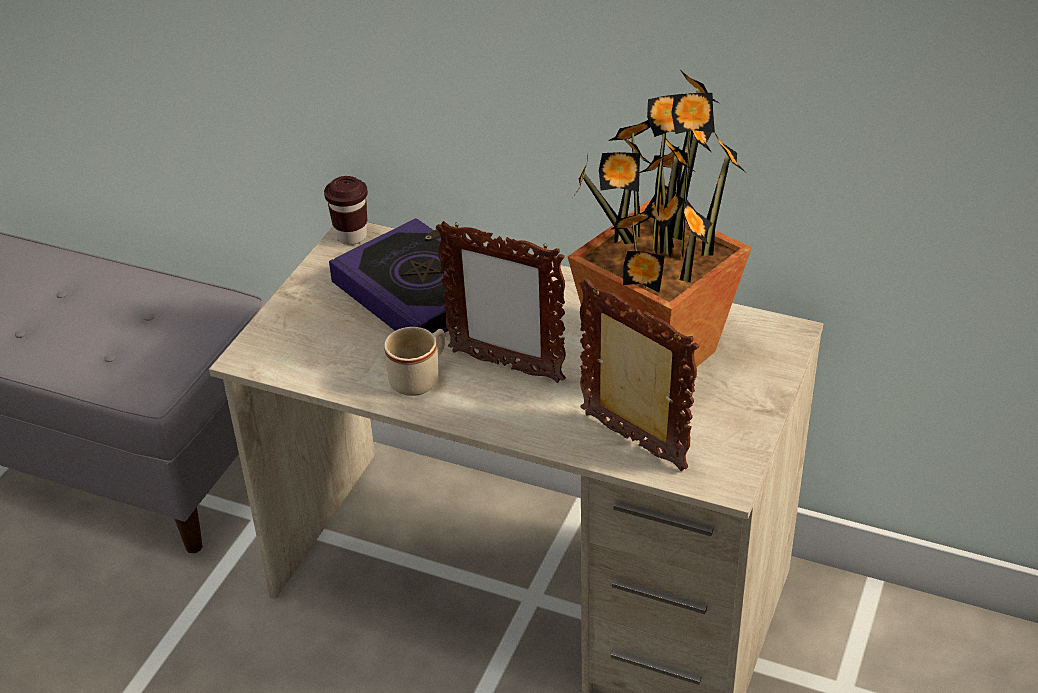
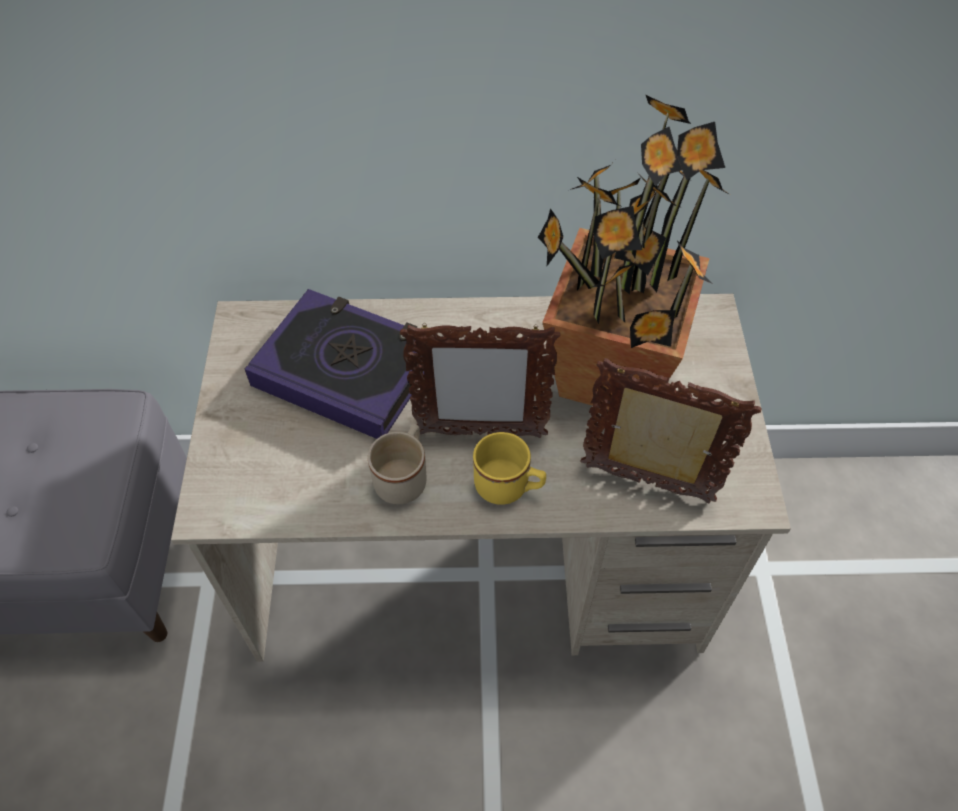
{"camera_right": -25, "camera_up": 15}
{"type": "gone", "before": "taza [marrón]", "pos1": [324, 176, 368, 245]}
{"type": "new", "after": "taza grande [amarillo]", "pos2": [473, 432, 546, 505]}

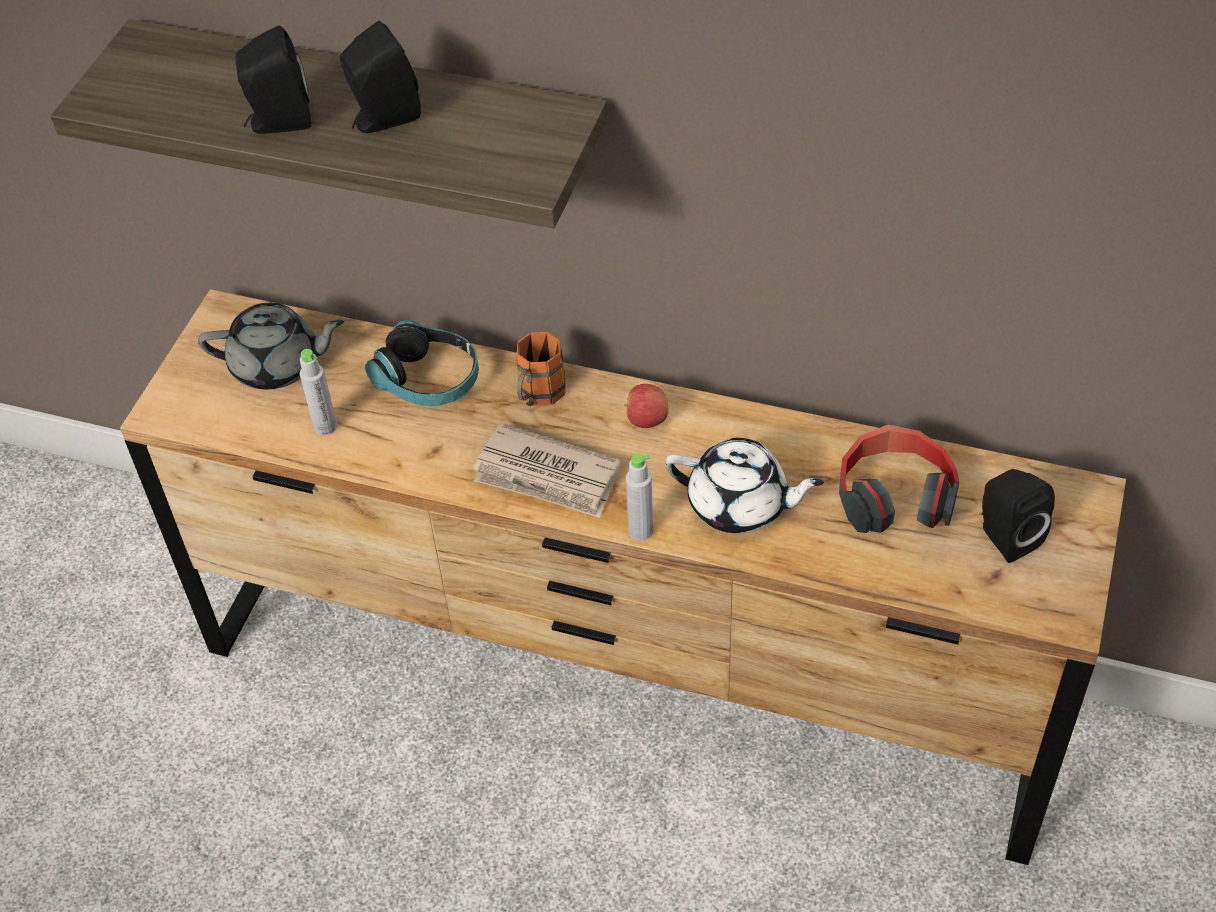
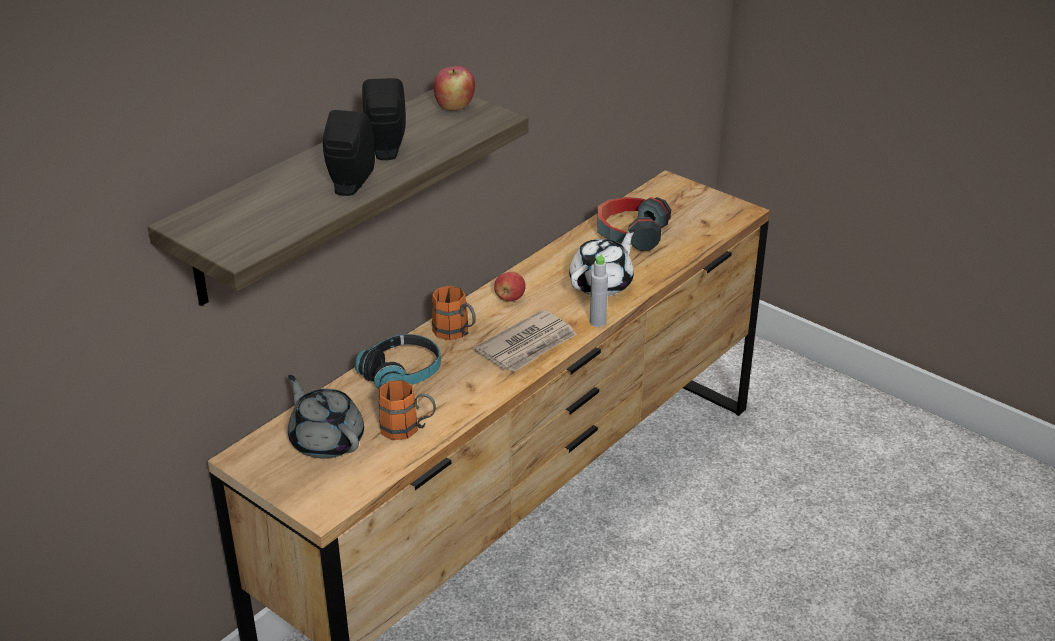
{"camera_right": -70, "camera_up": -15}
{"type": "gone", "before": "altavoz [negro]", "pos1": [982, 469, 1055, 563]}
{"type": "new", "after": "manzana", "pos2": [434, 66, 475, 111]}
{"type": "swapped", "before": "botella [gris]", "after": "taza grande [naranja]", "pos1": [300, 349, 337, 435], "pos2": [378, 380, 436, 440]}
{"type": "rotated", "before": "tetera [gris]", "pos1": [198, 303, 344, 389], "pos2": [288, 375, 364, 459], "turn": -60}

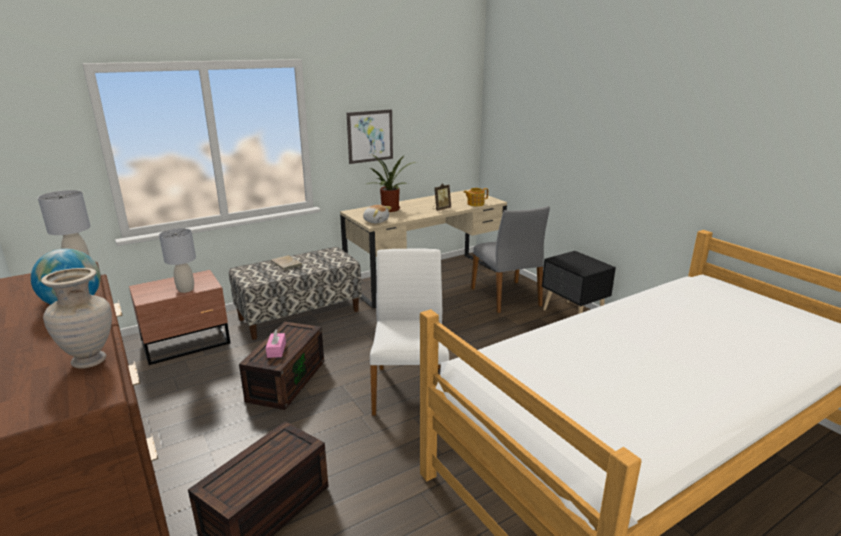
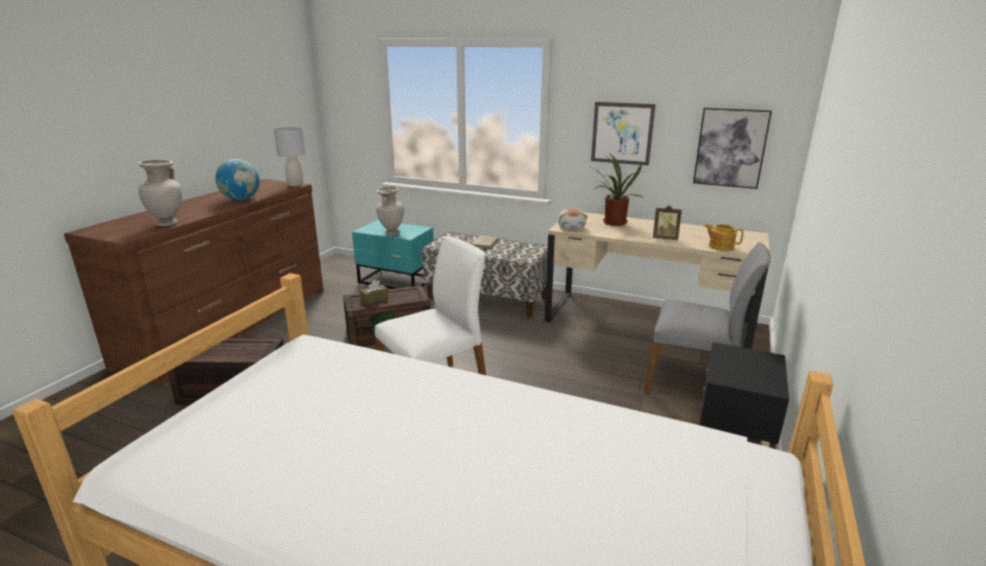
{"camera_right": 55, "camera_up": 0}
{"type": "new", "after": "cuadro", "pos2": [693, 108, 772, 189]}
{"type": "swapped", "before": "lámpara de mesa [gris]", "after": "florero [beis]", "pos1": [159, 228, 196, 293], "pos2": [376, 187, 404, 235]}
{"type": "repainted", "before": "mesita de noche [marrón]", "after": "mesita de noche [turquesa]", "pos1": [129, 270, 230, 365], "pos2": [352, 220, 434, 289]}
{"type": "repainted", "before": "caja de pañuelos [rosa]", "after": "caja de pañuelos [marrón]", "pos1": [266, 329, 286, 358], "pos2": [360, 280, 389, 304]}
{"type": "rotated", "before": "silla [gris]", "pos1": [471, 206, 550, 313], "pos2": [644, 242, 771, 394], "turn": -105}

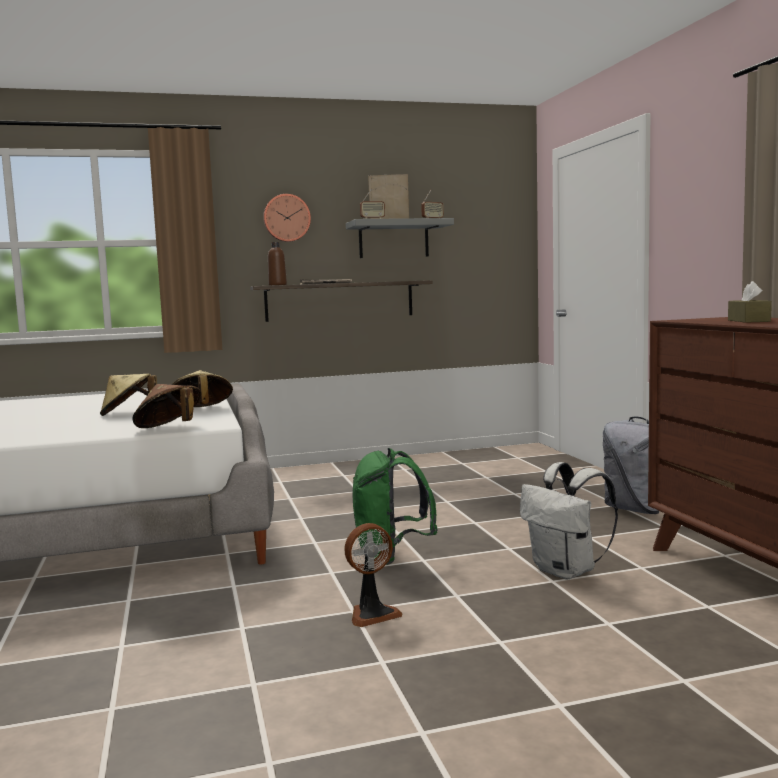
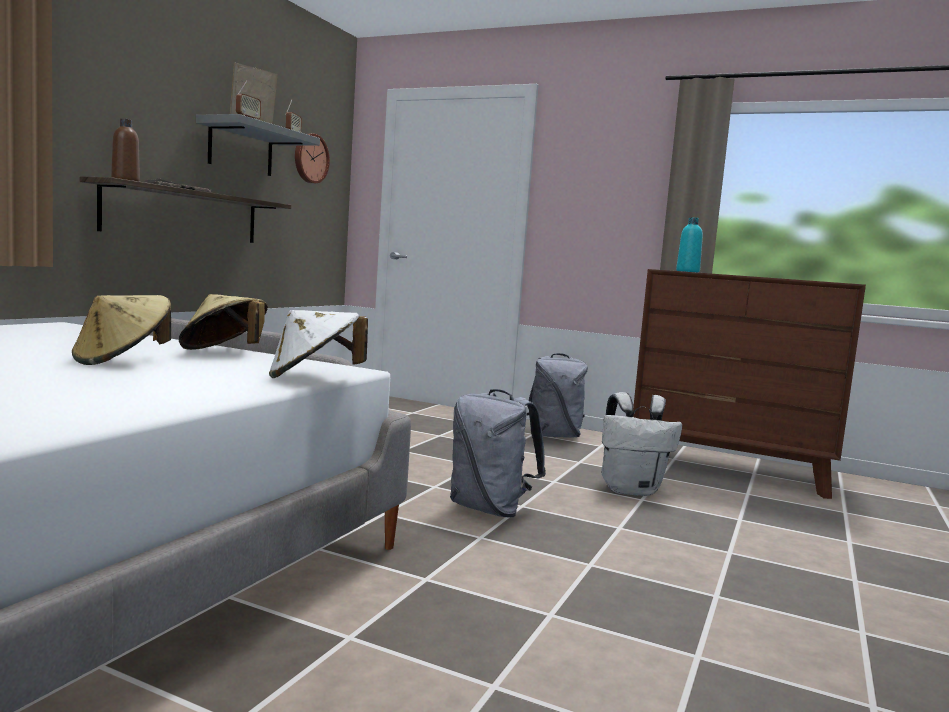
{"camera_right": -50, "camera_up": 0}
{"type": "gone", "before": "ventilador", "pos1": [344, 523, 403, 627]}
{"type": "gone", "before": "caja de pañuelos [marrón]", "pos1": [728, 281, 772, 323]}
{"type": "new", "after": "botella [turquesa]", "pos2": [676, 217, 703, 272]}
{"type": "shifted", "before": "reloj de pared", "pos1": [263, 194, 311, 242], "pos2": [295, 134, 330, 183]}
{"type": "repainted", "before": "sombrero [marrón]", "after": "sombrero [blanco]", "pos1": [132, 384, 201, 428], "pos2": [269, 310, 368, 378]}
{"type": "repainted", "before": "mochila [verde]", "after": "mochila [gris]", "pos1": [353, 448, 438, 565], "pos2": [450, 389, 546, 518]}

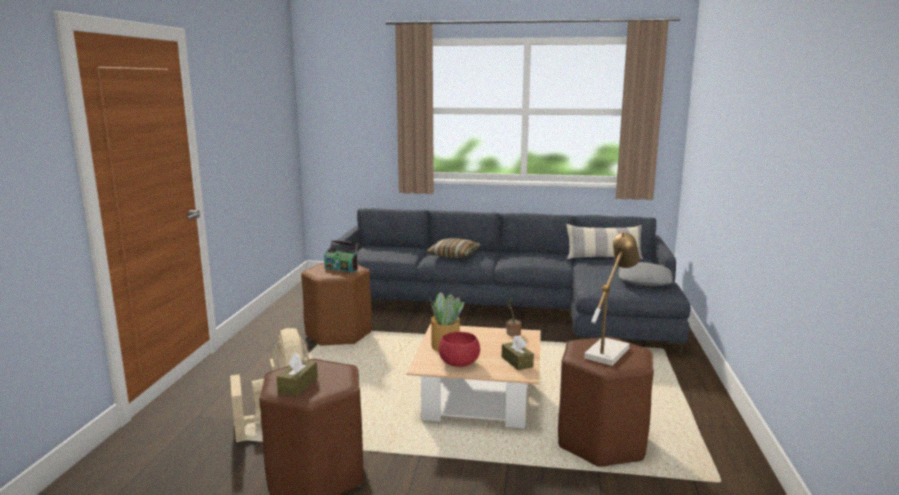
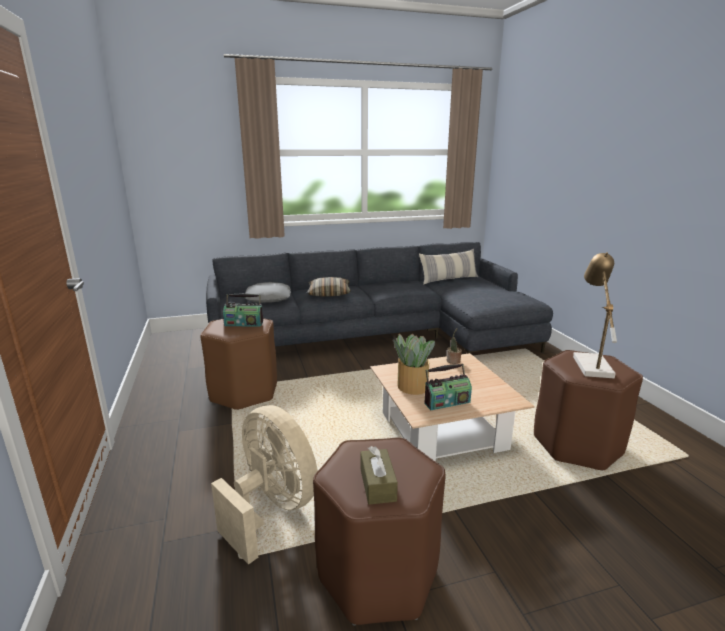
{"camera_right": -25, "camera_up": 5}
{"type": "gone", "before": "caja de pañuelos [marrón]", "pos1": [502, 336, 534, 370]}
{"type": "shifted", "before": "cojín [gris]", "pos1": [618, 262, 673, 286], "pos2": [244, 282, 291, 303]}
{"type": "swapped", "before": "cuenco [rojo]", "after": "radio", "pos1": [439, 332, 480, 367], "pos2": [425, 364, 472, 410]}

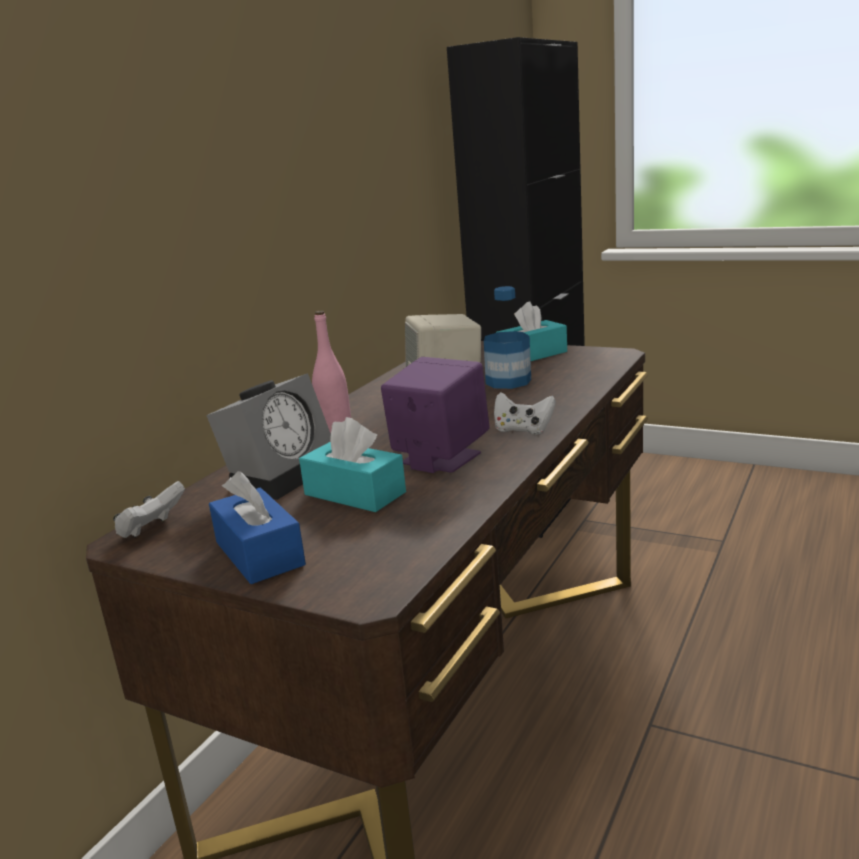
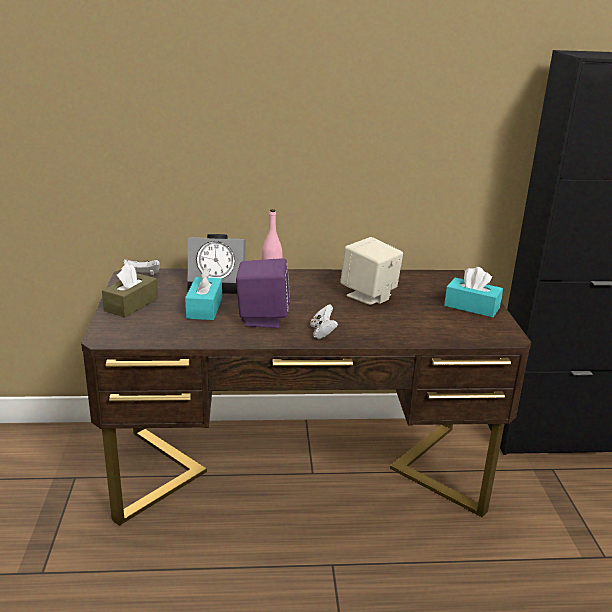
{"camera_right": 55, "camera_up": 5}
{"type": "gone", "before": "botella", "pos1": [484, 286, 531, 389]}
{"type": "repainted", "before": "caja de pañuelos [azul]", "after": "caja de pañuelos [marrón]", "pos1": [209, 471, 306, 584], "pos2": [102, 263, 158, 317]}

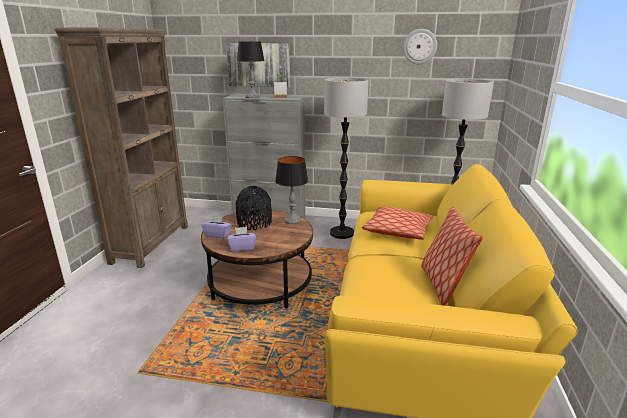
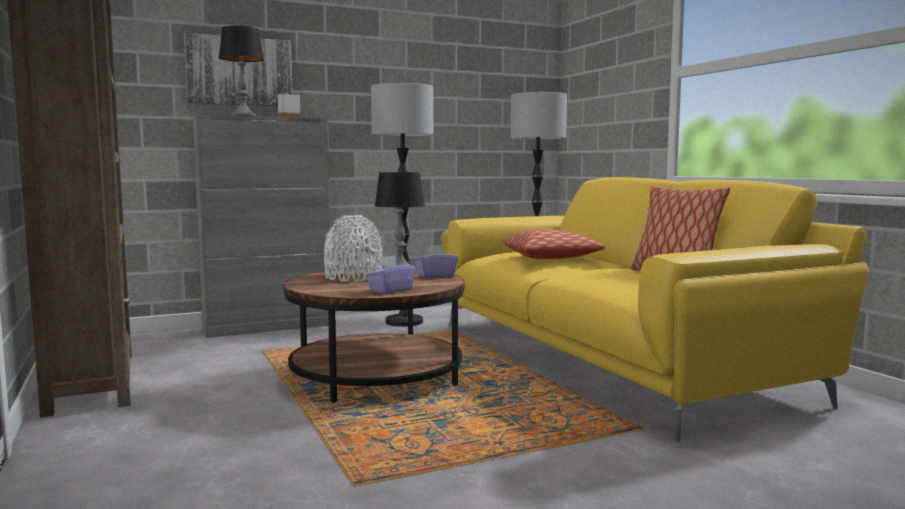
{"camera_right": -35, "camera_up": -15}
{"type": "gone", "before": "reloj de pared", "pos1": [403, 29, 437, 64]}
{"type": "shifted", "before": "caja de pañuelos [morado]", "pos1": [201, 215, 232, 239], "pos2": [414, 245, 458, 278]}
{"type": "repainted", "before": "florero [negro]", "after": "florero [blanco]", "pos1": [236, 186, 272, 230], "pos2": [324, 215, 382, 282]}

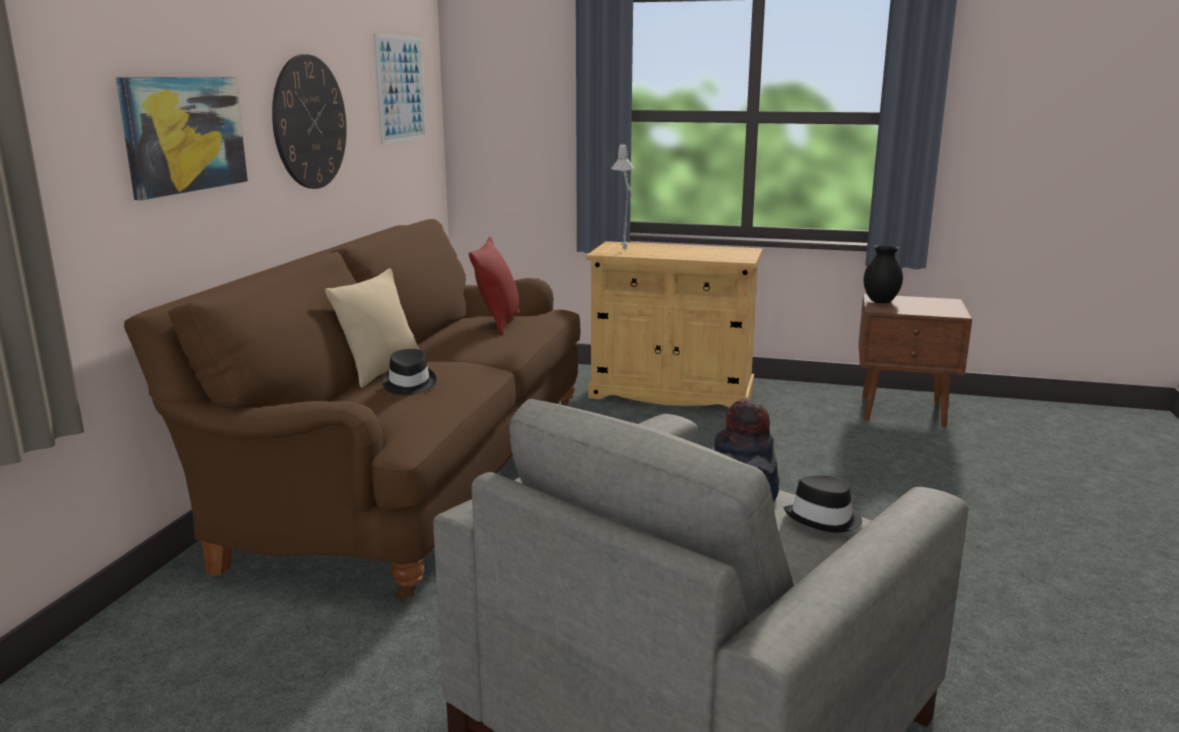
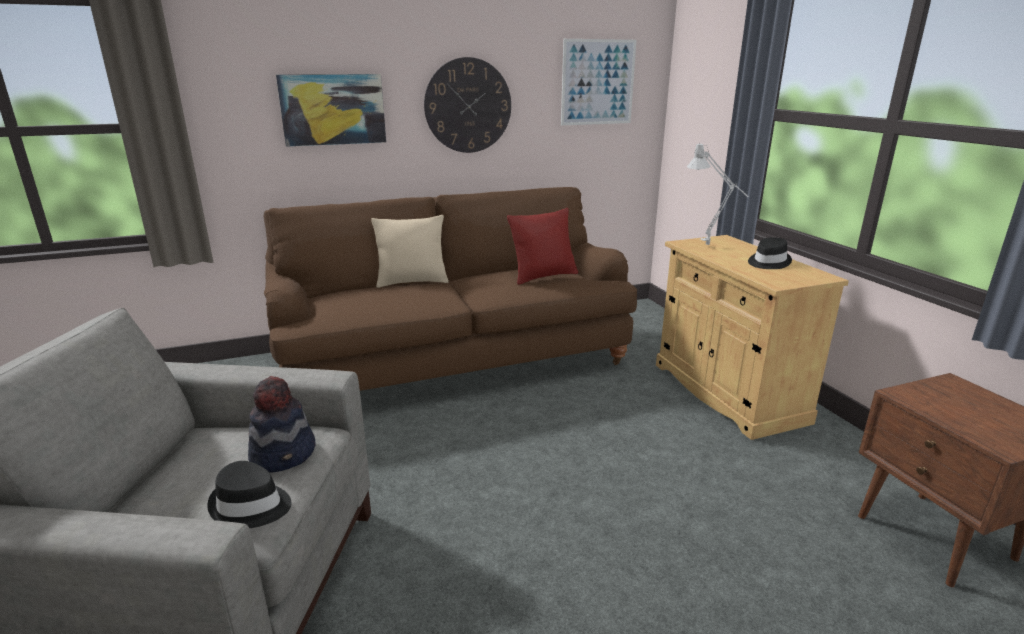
{"camera_right": 55, "camera_up": 5}
{"type": "gone", "before": "florero [negro]", "pos1": [864, 245, 903, 303]}
{"type": "shifted", "before": "sombrero [negro]", "pos1": [382, 349, 436, 395], "pos2": [748, 237, 792, 269]}

